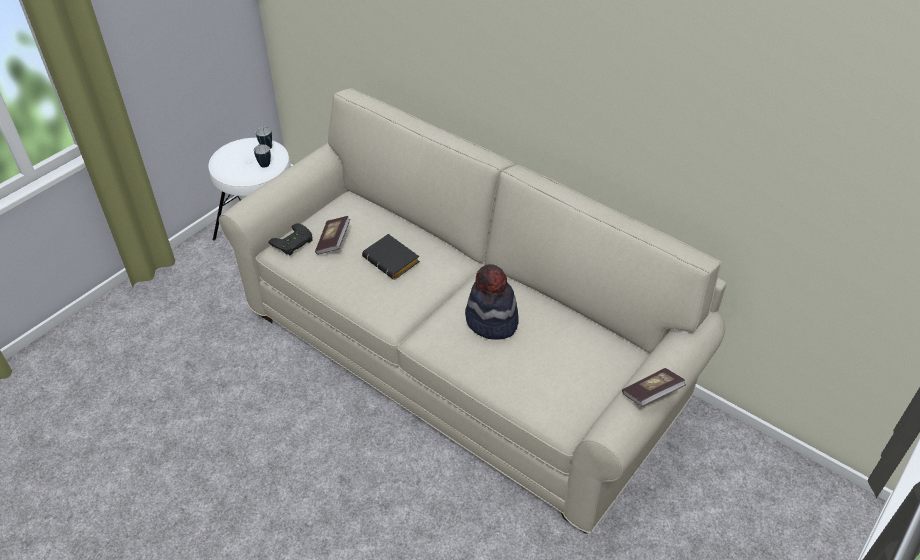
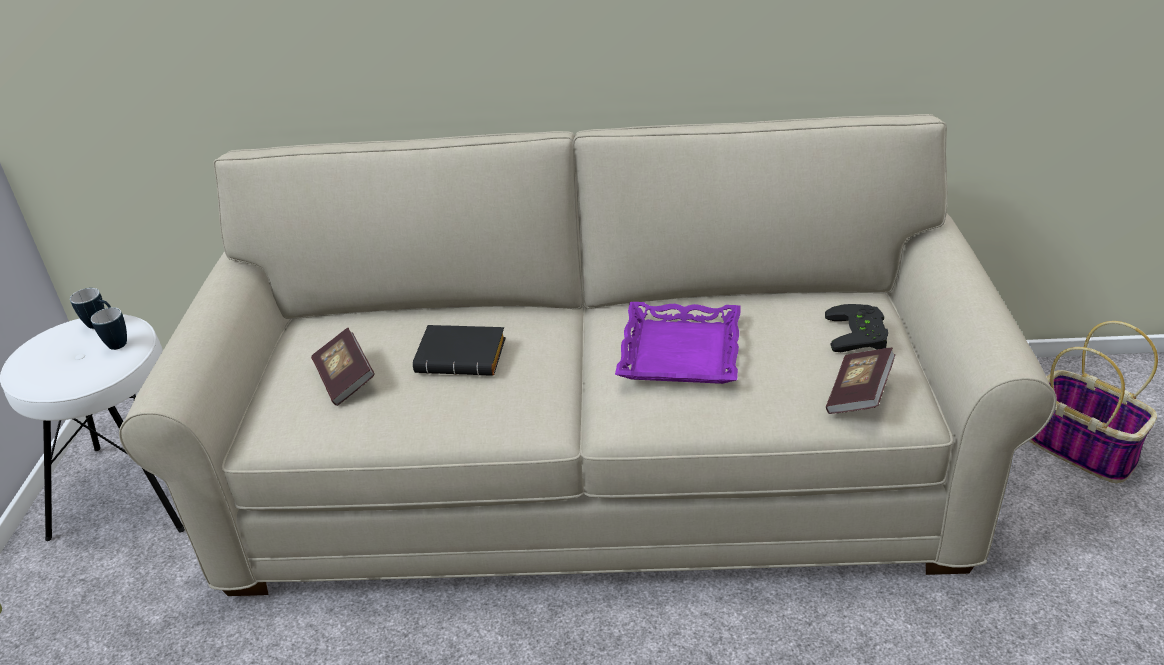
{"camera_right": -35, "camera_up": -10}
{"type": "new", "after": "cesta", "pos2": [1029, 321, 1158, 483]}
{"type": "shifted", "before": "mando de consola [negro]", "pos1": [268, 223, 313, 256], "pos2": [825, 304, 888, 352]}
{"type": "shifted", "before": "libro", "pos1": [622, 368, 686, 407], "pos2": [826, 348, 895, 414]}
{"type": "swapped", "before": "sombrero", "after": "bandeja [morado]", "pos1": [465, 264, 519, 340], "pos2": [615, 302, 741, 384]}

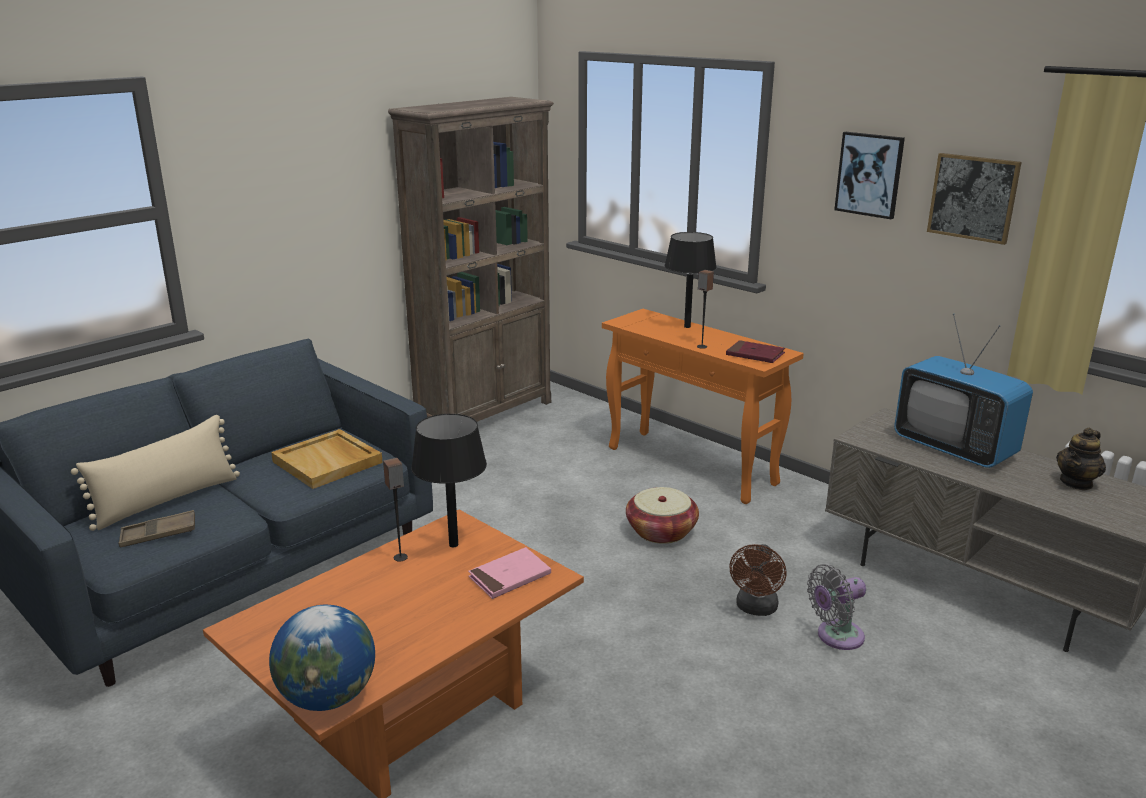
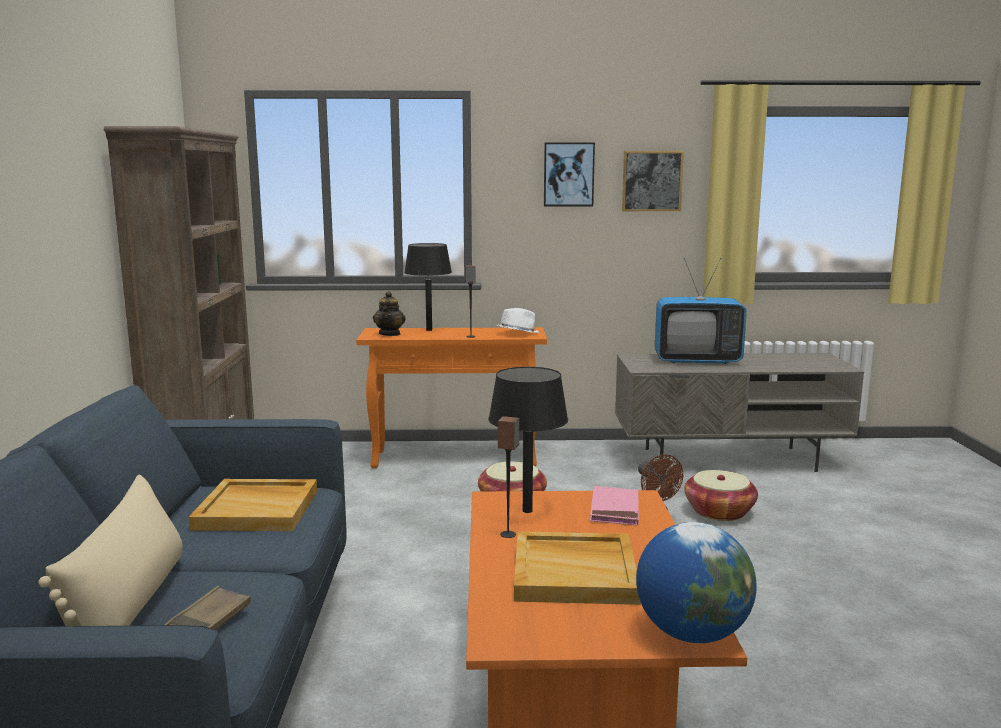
{"camera_right": -45, "camera_up": -10}
{"type": "new", "after": "bandeja [beis]", "pos2": [514, 531, 641, 605]}
{"type": "shifted", "before": "tetera", "pos1": [1056, 427, 1106, 490], "pos2": [373, 291, 406, 336]}
{"type": "swapped", "before": "libro [rojo]", "after": "sombrero [blanco]", "pos1": [726, 340, 785, 363], "pos2": [497, 308, 539, 333]}
{"type": "swapped", "before": "ventilador [gris]", "after": "cesta", "pos1": [807, 564, 866, 650], "pos2": [684, 470, 758, 521]}

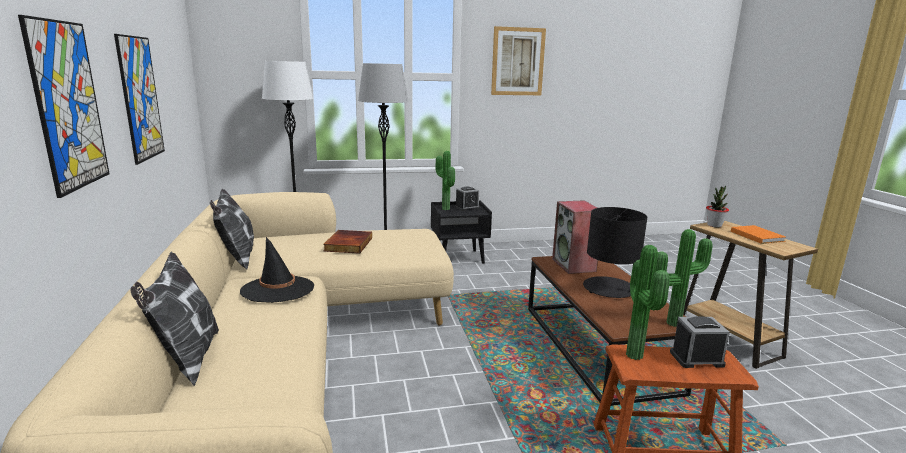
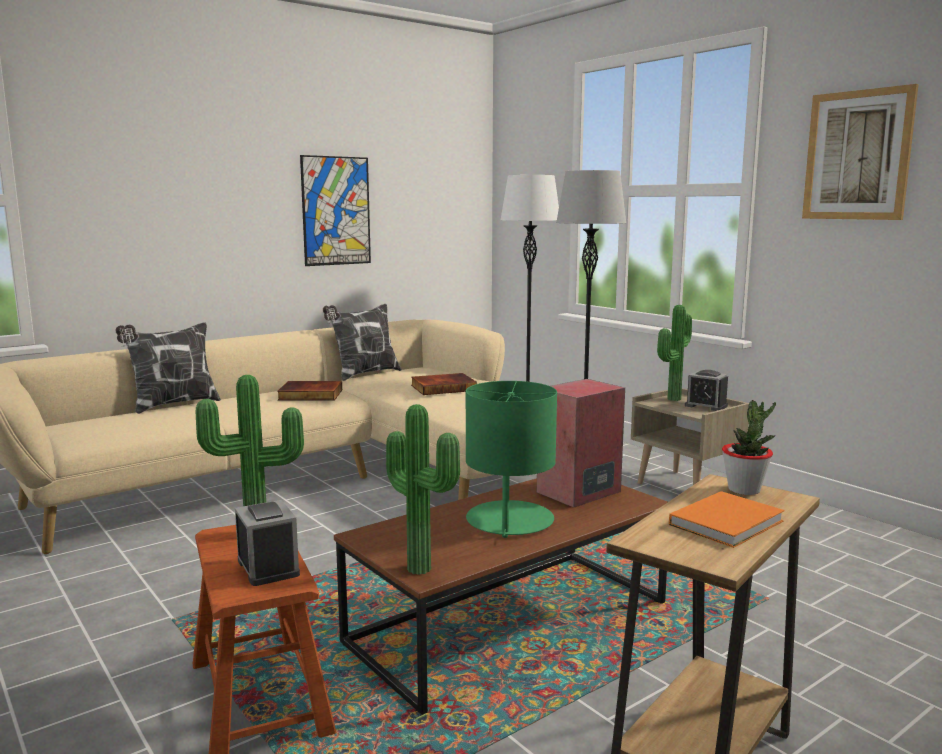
{"camera_right": 65, "camera_up": -5}
{"type": "gone", "before": "cuadro", "pos1": [18, 15, 109, 198]}
{"type": "swapped", "before": "sombrero [negro]", "after": "libro", "pos1": [240, 237, 314, 303], "pos2": [277, 381, 342, 401]}
{"type": "repainted", "before": "mesita de noche [negro]", "after": "mesita de noche [beis]", "pos1": [431, 201, 492, 263], "pos2": [631, 388, 749, 485]}
{"type": "repainted", "before": "lámpara de mesa [negro]", "after": "lámpara de mesa [verde]", "pos1": [583, 207, 647, 298], "pos2": [466, 381, 557, 538]}

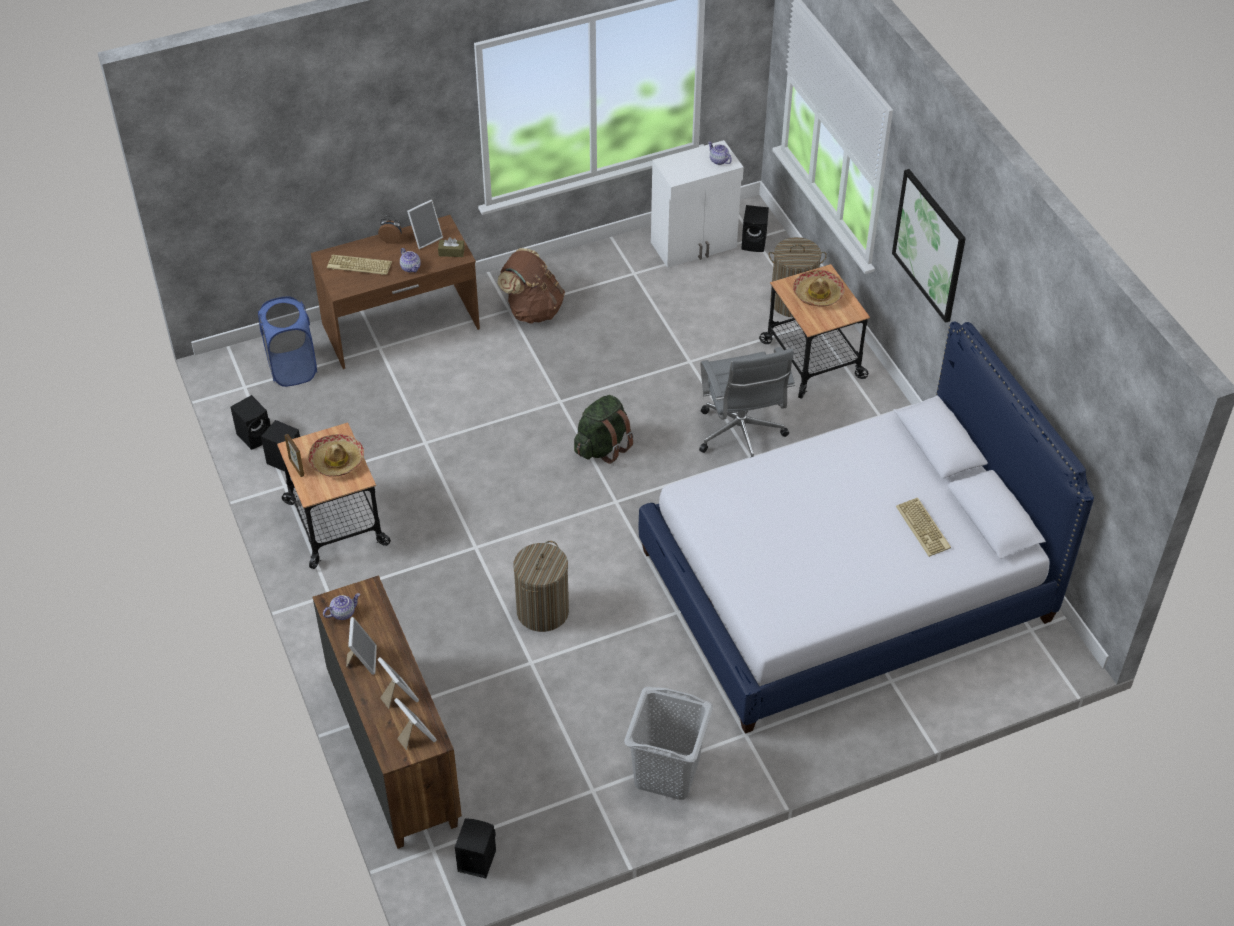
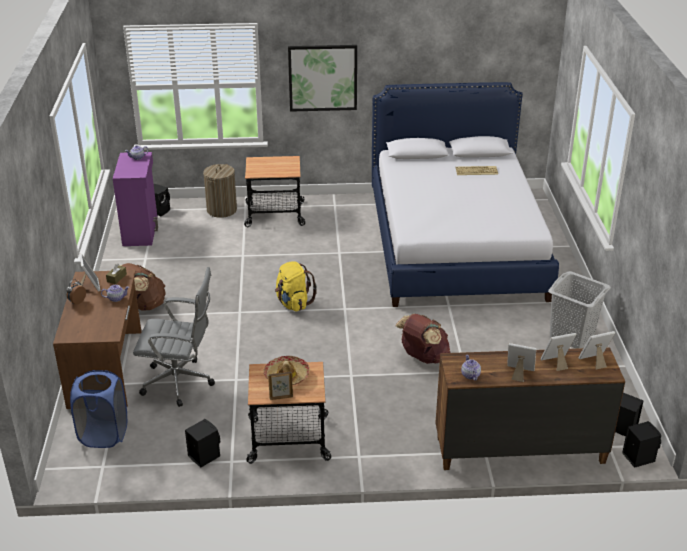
{"camera_right": -70, "camera_up": -15}
{"type": "gone", "before": "teclado", "pos1": [327, 255, 392, 275]}
{"type": "gone", "before": "sombrero", "pos1": [793, 270, 845, 307]}
{"type": "shifted", "before": "altavoz [negro]", "pos1": [231, 395, 271, 450], "pos2": [622, 421, 661, 468]}
{"type": "shifted", "before": "silla de oficina [gris]", "pos1": [699, 347, 795, 457], "pos2": [133, 267, 215, 407]}
{"type": "swapped", "before": "cesto de la ropa", "after": "mochila [marrón]", "pos1": [513, 541, 569, 632], "pos2": [396, 314, 450, 364]}
{"type": "repainted", "before": "mochila [verde]", "after": "mochila [amarillo]", "pos1": [574, 395, 633, 464], "pos2": [275, 261, 317, 312]}
{"type": "repainted", "before": "armario [blanco]", "after": "armario [morado]", "pos1": [651, 140, 744, 268], "pos2": [113, 152, 158, 246]}

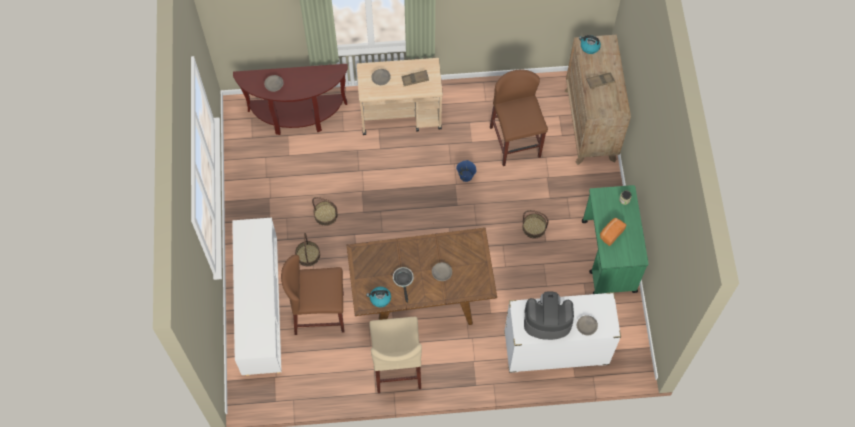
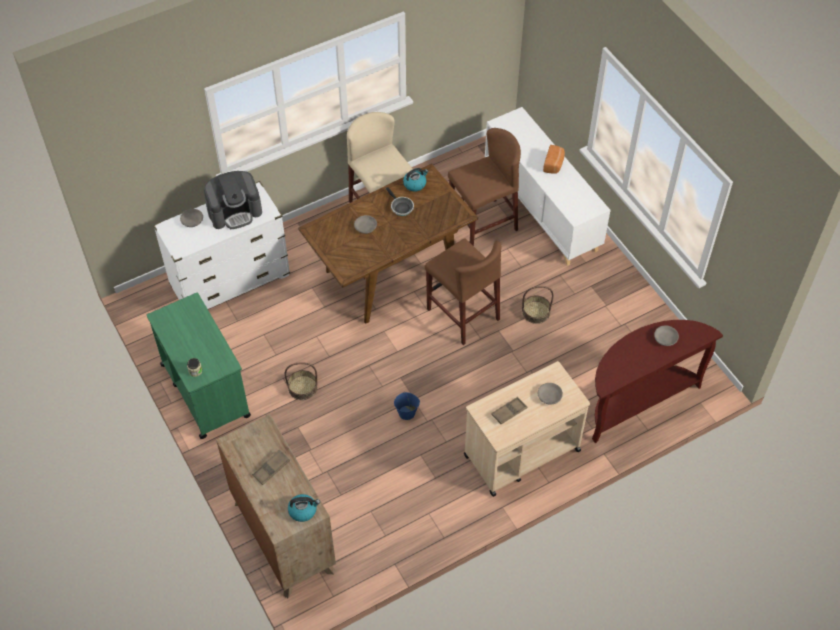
{"camera_right": 155, "camera_up": -10}
{"type": "gone", "before": "cesta", "pos1": [295, 233, 320, 267]}
{"type": "shifted", "before": "taburete [marrón]", "pos1": [490, 69, 548, 166], "pos2": [425, 238, 501, 345]}
{"type": "shifted", "before": "pan", "pos1": [600, 218, 626, 246], "pos2": [543, 145, 565, 174]}

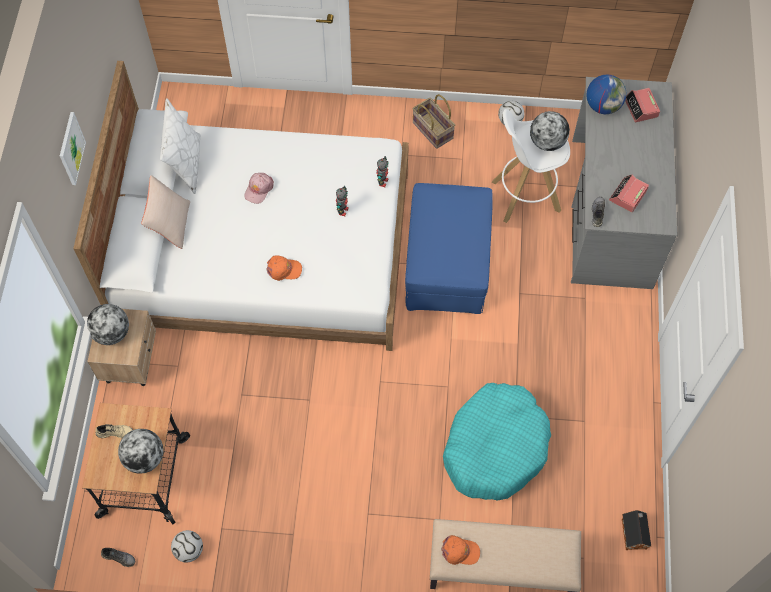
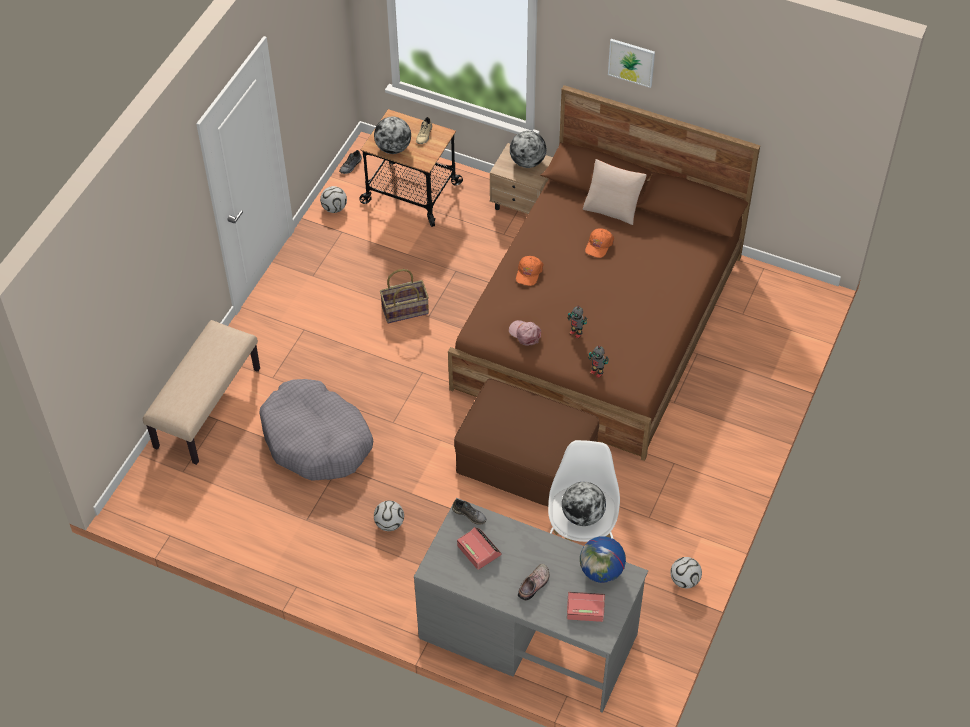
{"camera_right": 110, "camera_up": -10}
{"type": "gone", "before": "cojín [blanco]", "pos1": [160, 98, 200, 194]}
{"type": "gone", "before": "casita", "pos1": [622, 510, 651, 550]}
{"type": "new", "after": "balón de fútbol", "pos2": [374, 501, 404, 531]}
{"type": "new", "after": "zapato", "pos2": [518, 564, 549, 600]}
{"type": "shifted", "before": "gorra [rosa]", "pos1": [244, 173, 274, 204], "pos2": [509, 320, 541, 346]}
{"type": "shifted", "before": "cesta", "pos1": [412, 94, 455, 149], "pos2": [380, 269, 429, 323]}
{"type": "shifted", "before": "gorra [naranja]", "pos1": [441, 535, 480, 565], "pos2": [585, 228, 614, 258]}
{"type": "repainted", "before": "cama [blanco]", "after": "cama [marrón]", "pos1": [73, 61, 409, 351], "pos2": [448, 85, 760, 461]}
{"type": "repainted", "before": "puf [azul]", "after": "puf [marrón]", "pos1": [405, 183, 493, 314], "pos2": [454, 378, 599, 506]}
{"type": "repainted", "before": "cama para perro [turquesa]", "after": "cama para perro [gris]", "pos1": [443, 383, 551, 501], "pos2": [259, 379, 373, 480]}

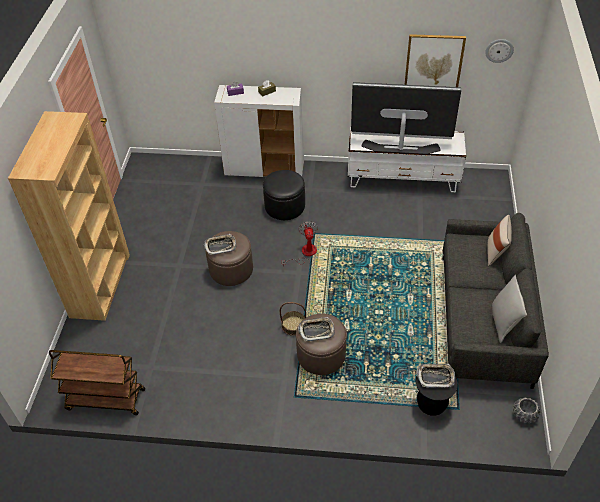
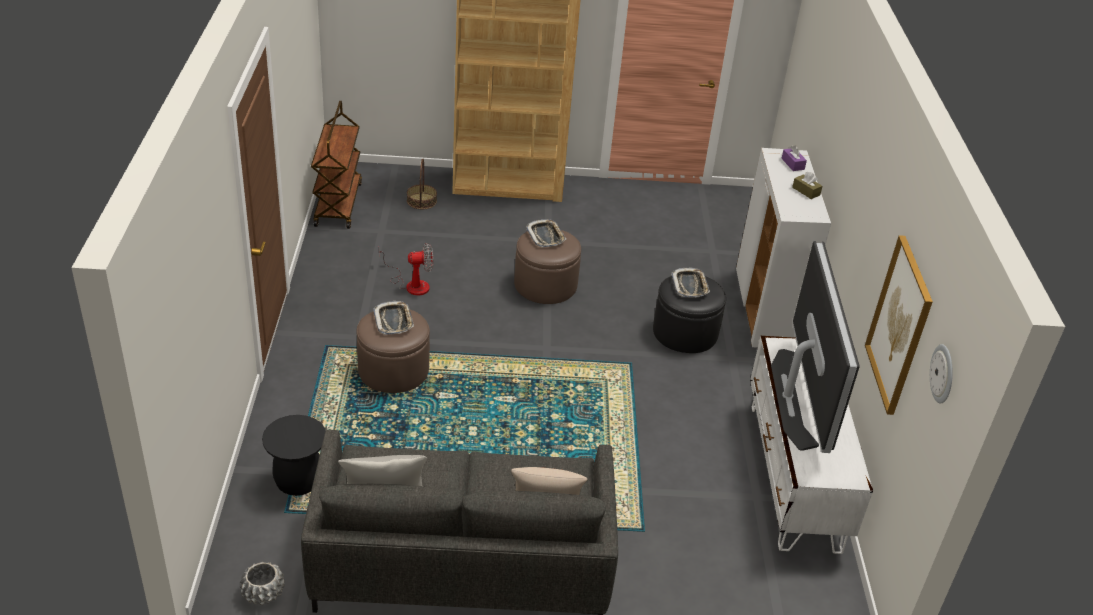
{"camera_right": 80, "camera_up": -10}
{"type": "shifted", "before": "cesta", "pos1": [280, 302, 306, 336], "pos2": [407, 158, 437, 209]}
{"type": "shifted", "before": "ventilador", "pos1": [281, 221, 318, 267], "pos2": [379, 243, 433, 296]}
{"type": "shifted", "before": "bandeja", "pos1": [416, 364, 455, 388], "pos2": [672, 268, 710, 297]}

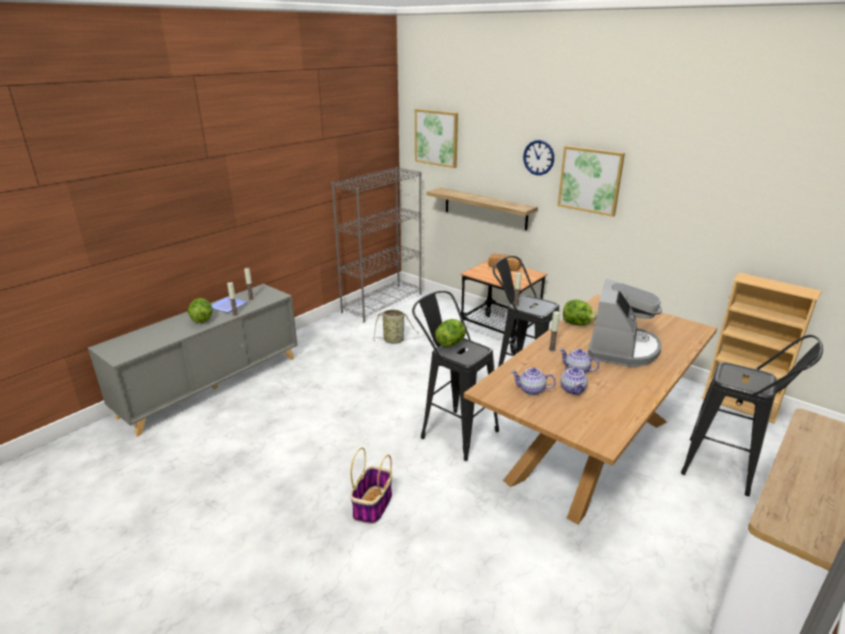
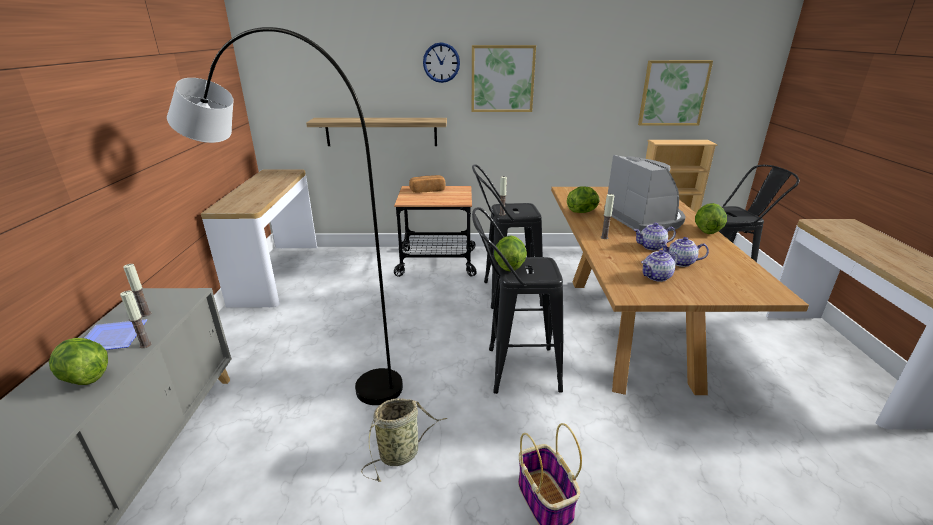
{"camera_right": -40, "camera_up": 0}
{"type": "new", "after": "lámpara de pie [gris]", "pos2": [167, 27, 403, 405]}
{"type": "new", "after": "lechuga", "pos2": [695, 203, 727, 234]}
{"type": "shifted", "before": "cesta", "pos1": [373, 309, 425, 344], "pos2": [361, 398, 447, 482]}
{"type": "shifted", "before": "cuadro", "pos1": [415, 109, 458, 168], "pos2": [638, 60, 713, 126]}
{"type": "swapped", "before": "estantería [gris]", "after": "mesa consola", "pos1": [331, 167, 421, 323], "pos2": [201, 169, 317, 308]}
{"type": "rotated", "before": "tetera", "pos1": [560, 363, 588, 395], "pos2": [660, 237, 709, 267], "turn": 150}

